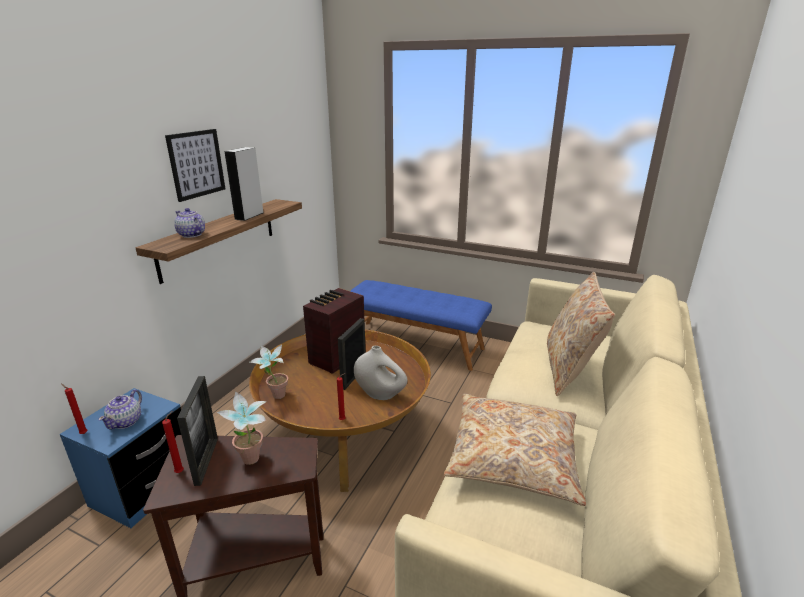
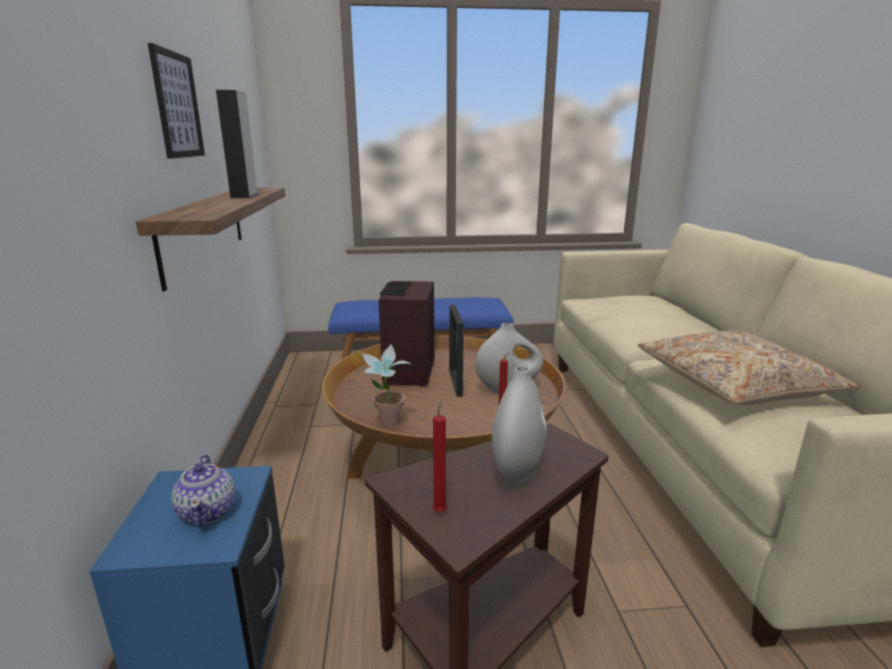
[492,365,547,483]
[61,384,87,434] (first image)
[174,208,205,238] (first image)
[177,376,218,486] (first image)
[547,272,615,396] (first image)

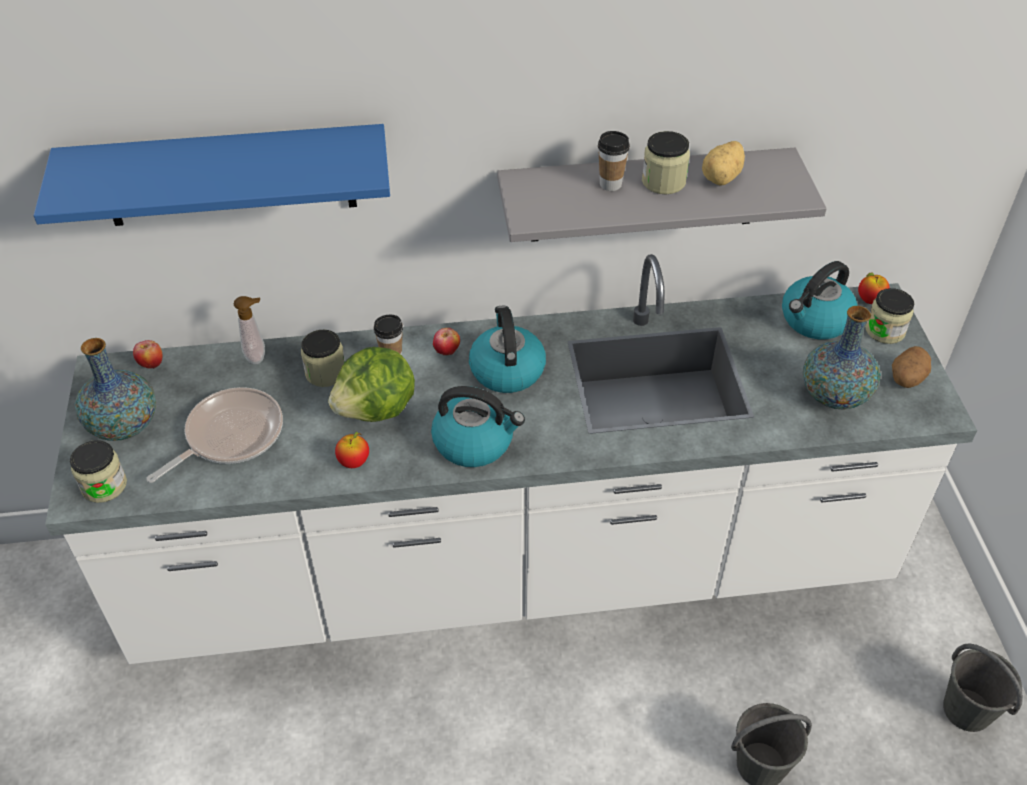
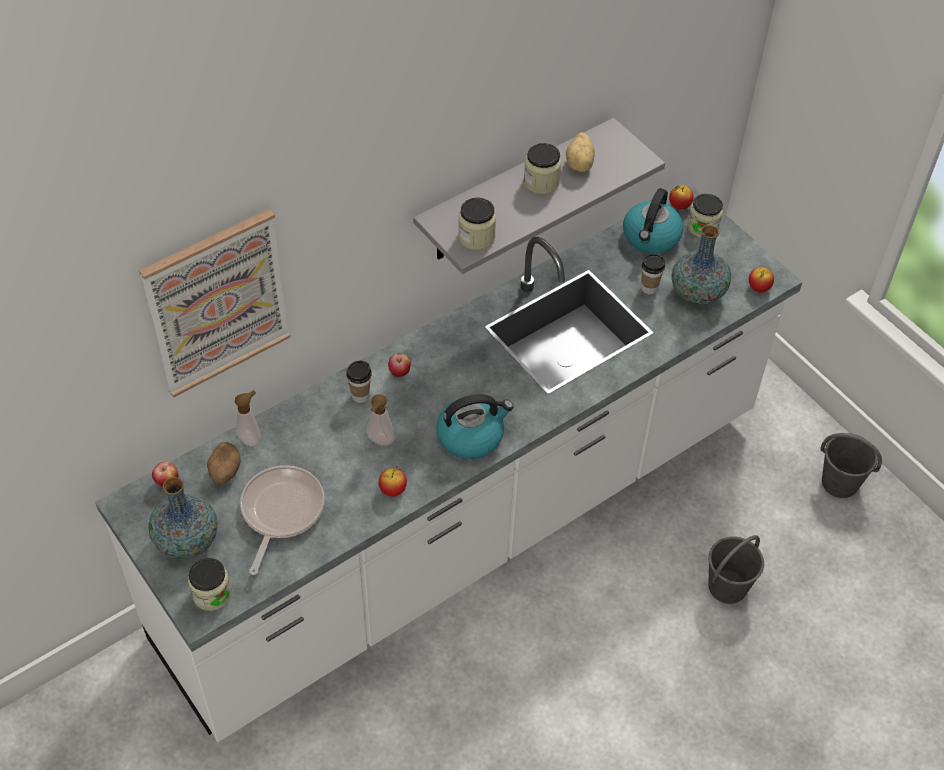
[139,209,290,398]
[207,442,241,484]
[366,394,396,446]
[458,197,496,250]
[641,254,665,294]
[749,267,774,293]
[469,306,546,393] (first image)

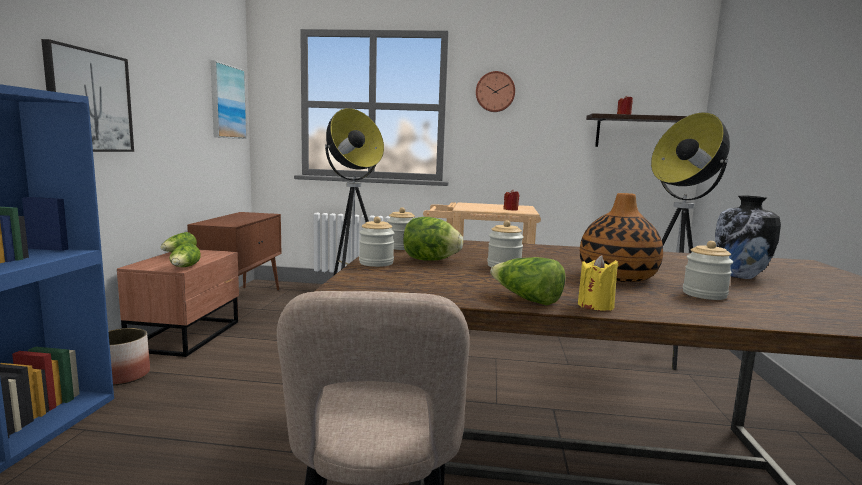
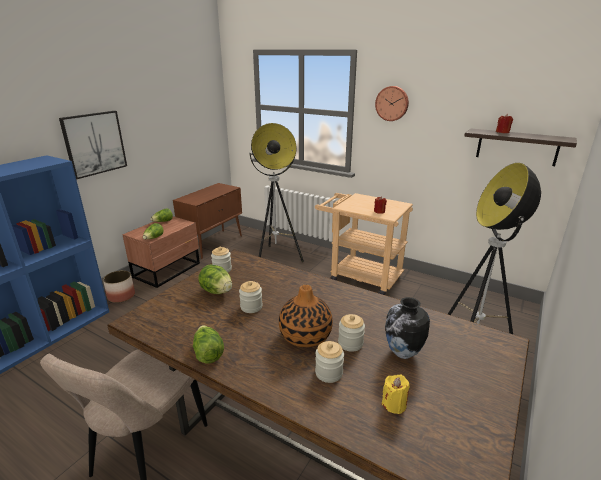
[338,314,365,352]
[382,375,410,414]
[211,60,247,139] (first image)

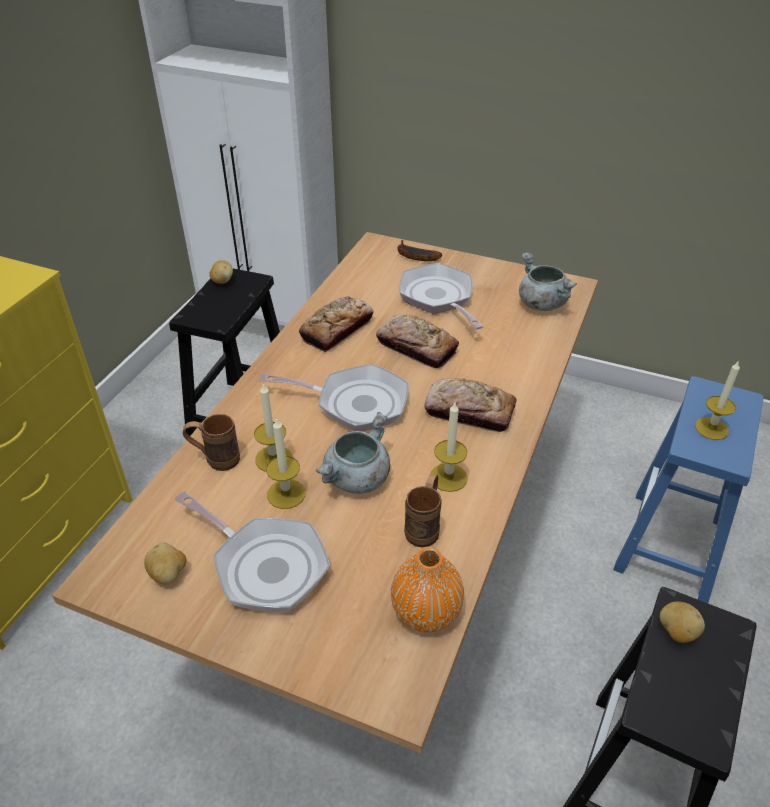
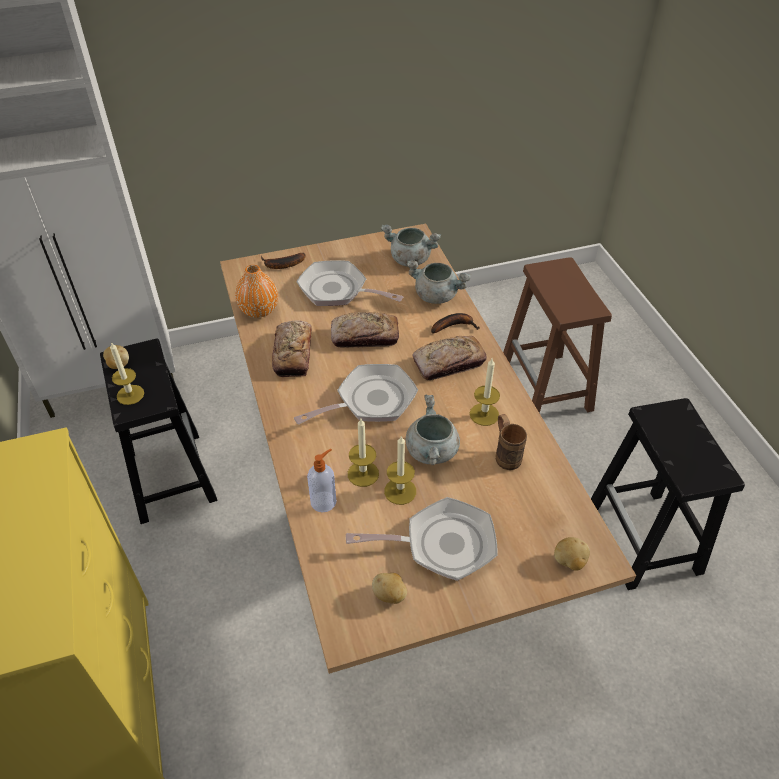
[110,342,144,405]
[235,265,278,318]
[307,449,337,513]
[407,260,471,304]
[431,313,479,333]
[503,257,612,413]
[554,537,590,571]

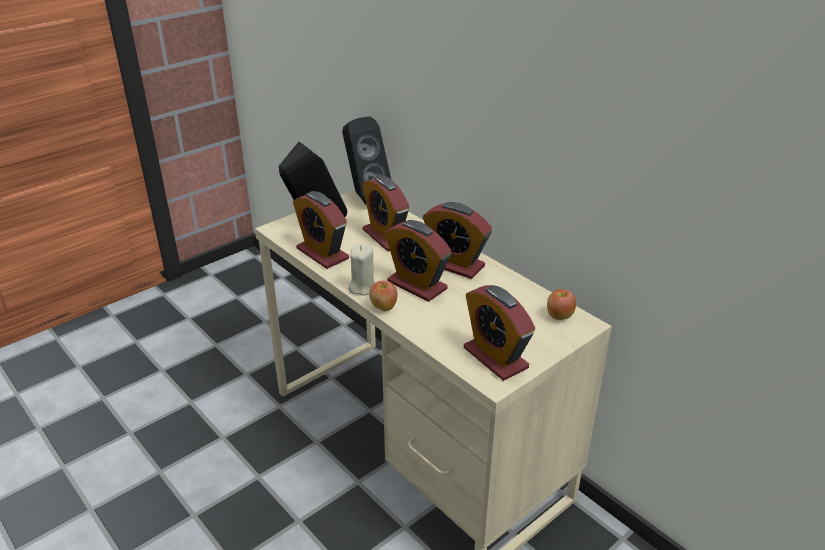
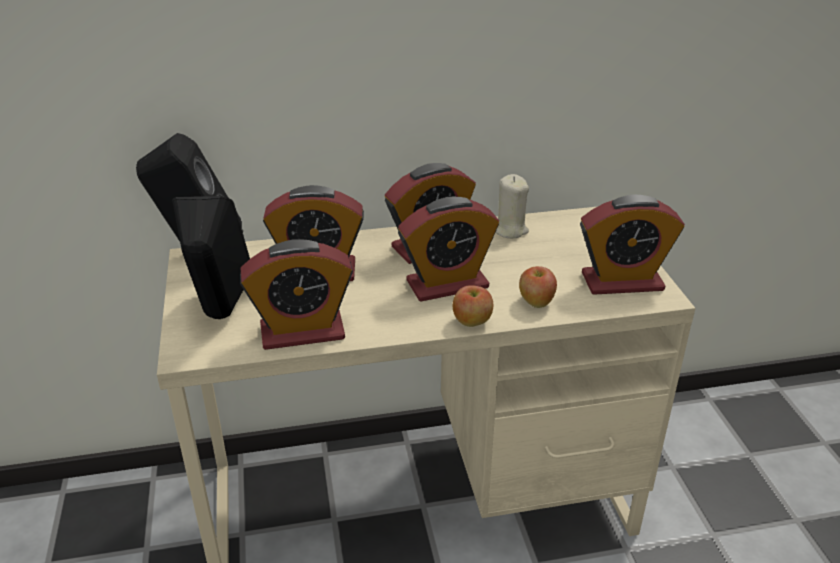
[496,174,529,238]
[519,266,557,308]

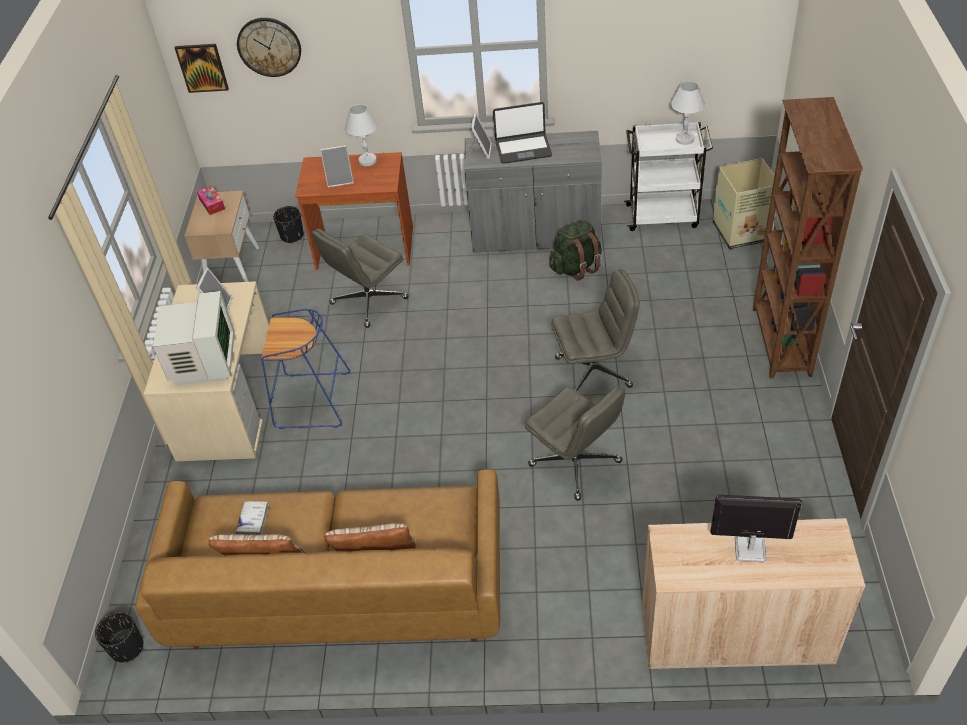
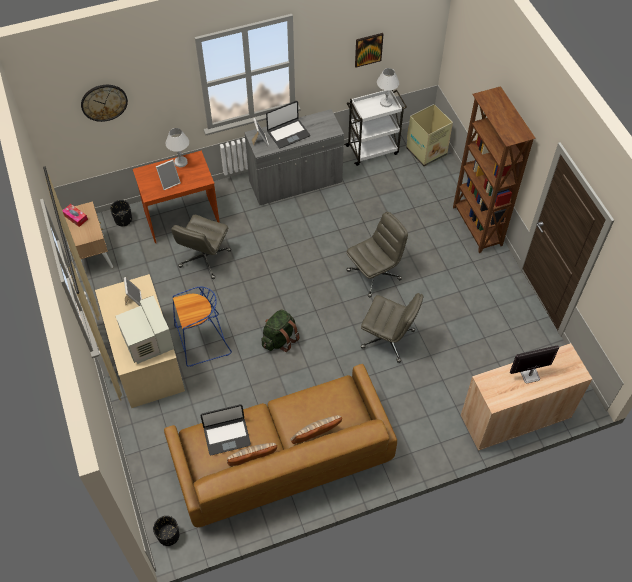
[200,404,251,455]
[261,309,300,352]
[355,33,383,67]

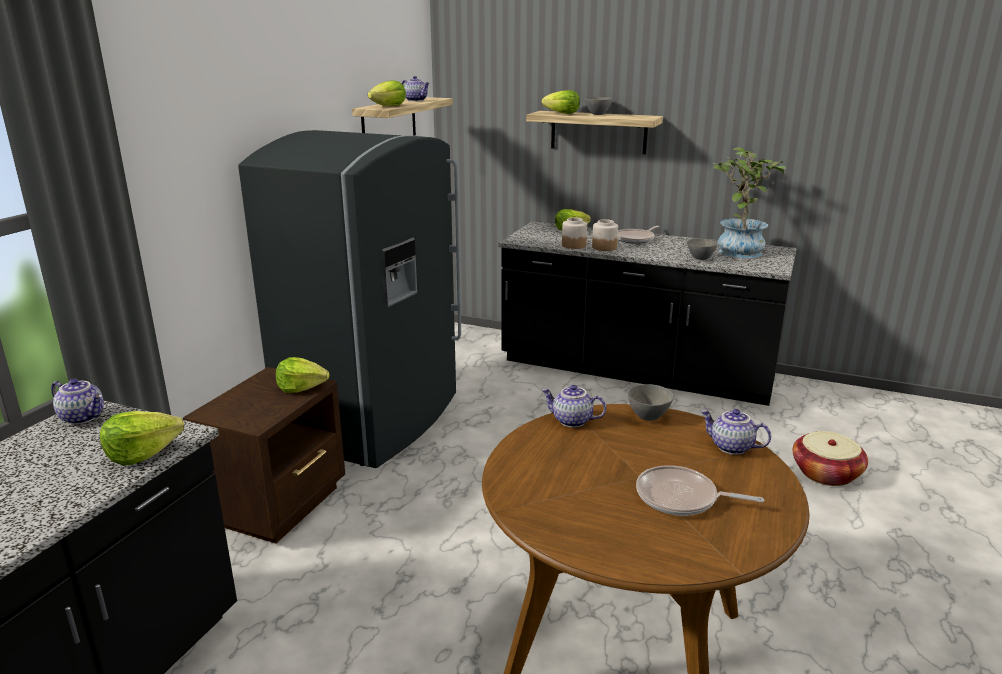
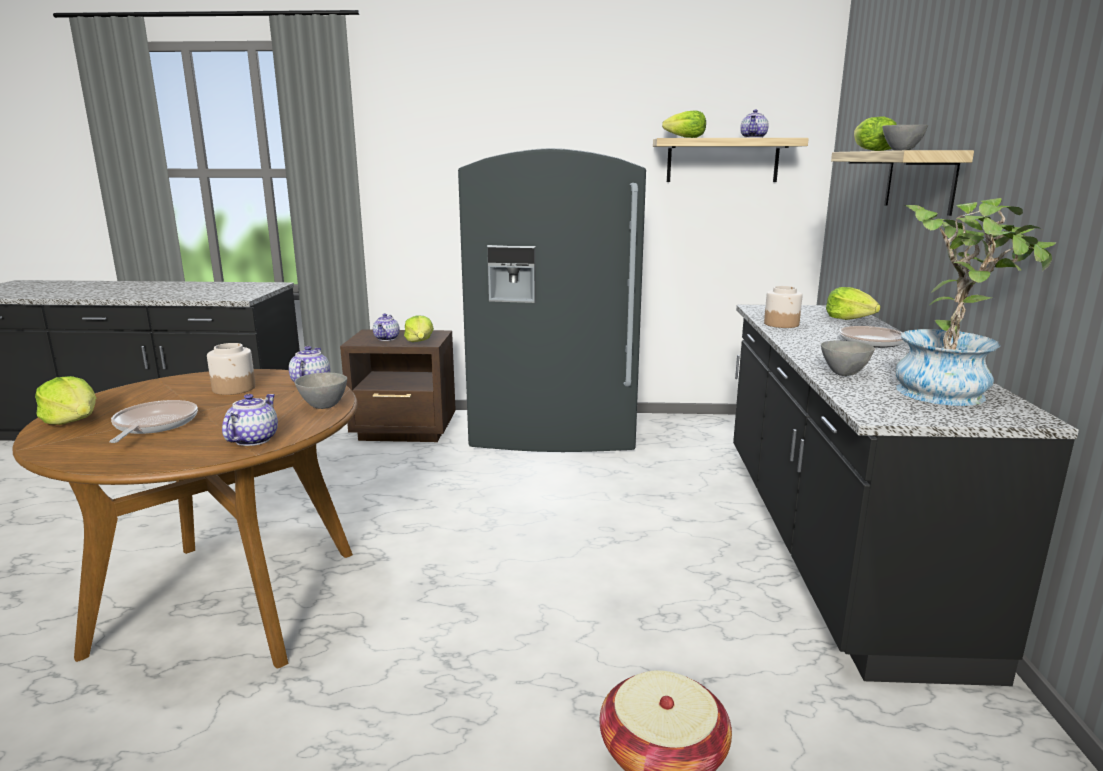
[35,376,96,425]
[207,343,256,395]
[373,314,400,341]

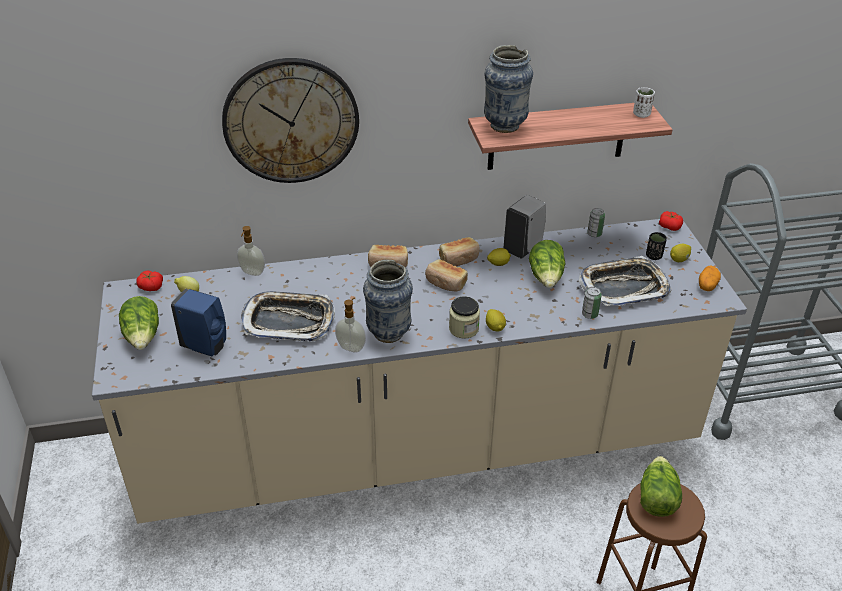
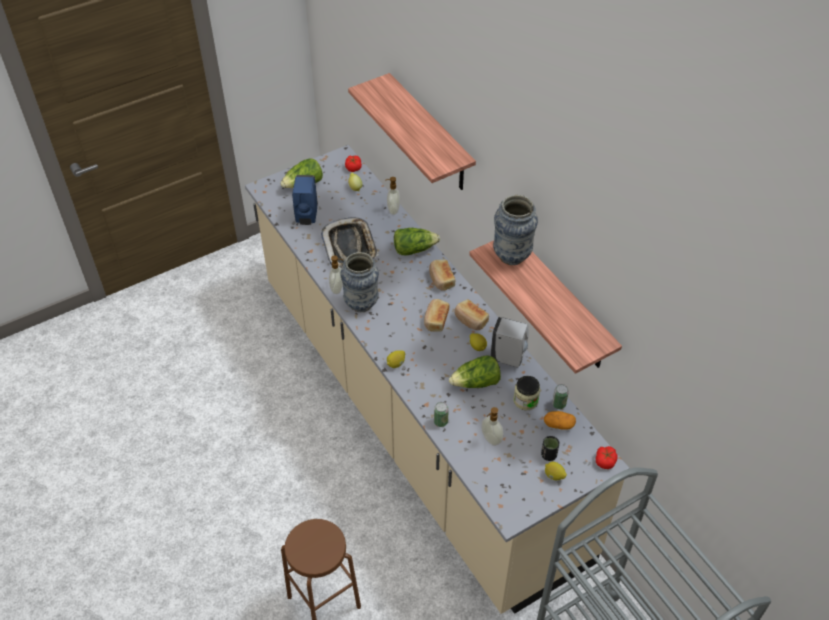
[348,73,476,190]
[394,228,440,256]
[481,407,504,446]
[513,376,540,410]
[544,411,576,430]
[633,87,655,118] (first image)

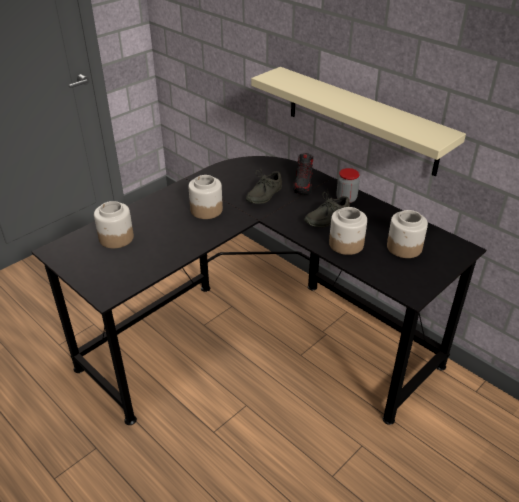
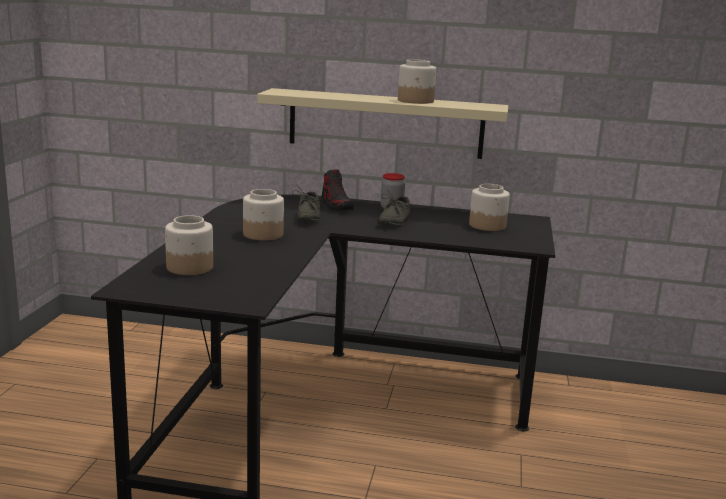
[398,59,436,104]

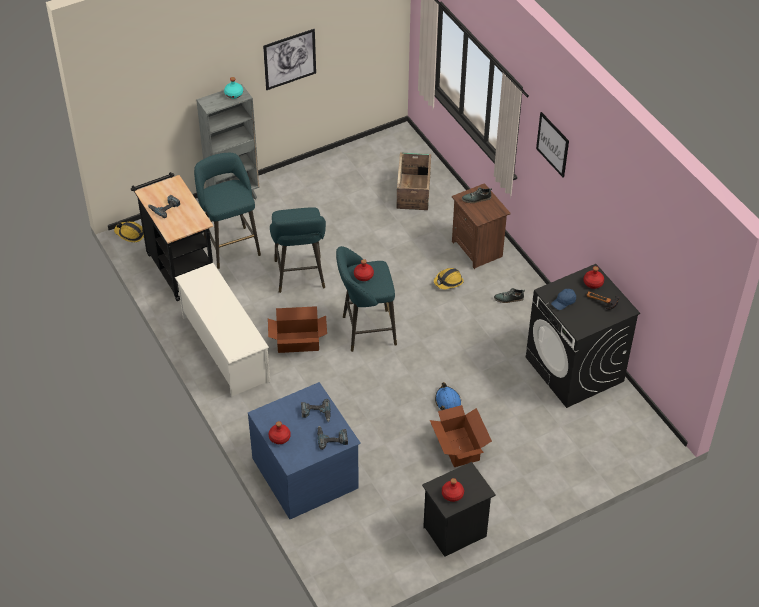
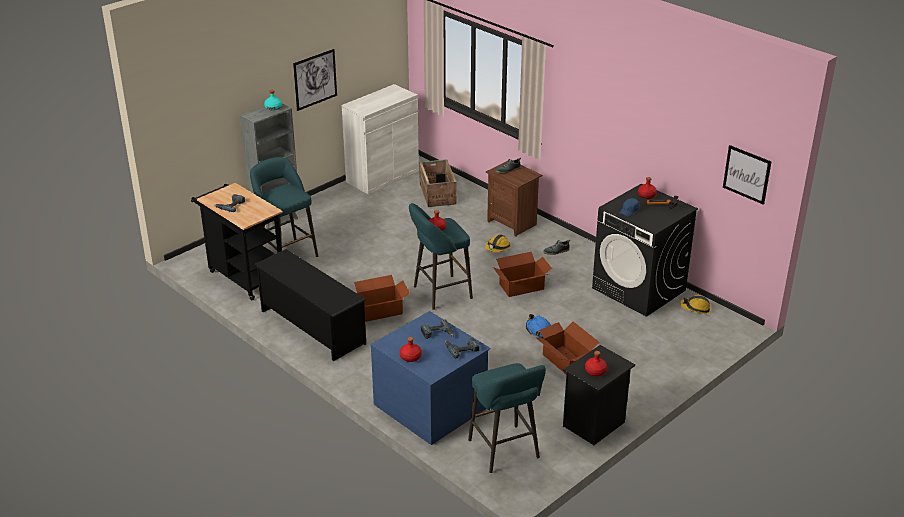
[254,249,366,361]
[342,84,419,195]
[468,363,546,473]
[493,252,552,297]
[680,295,711,314]
[723,145,771,205]

